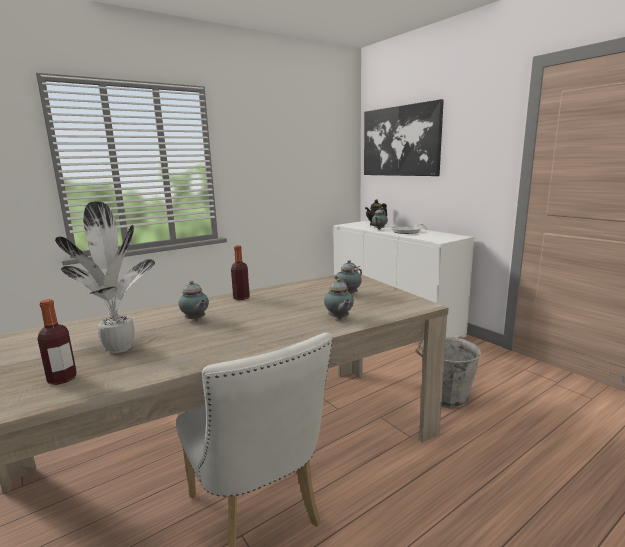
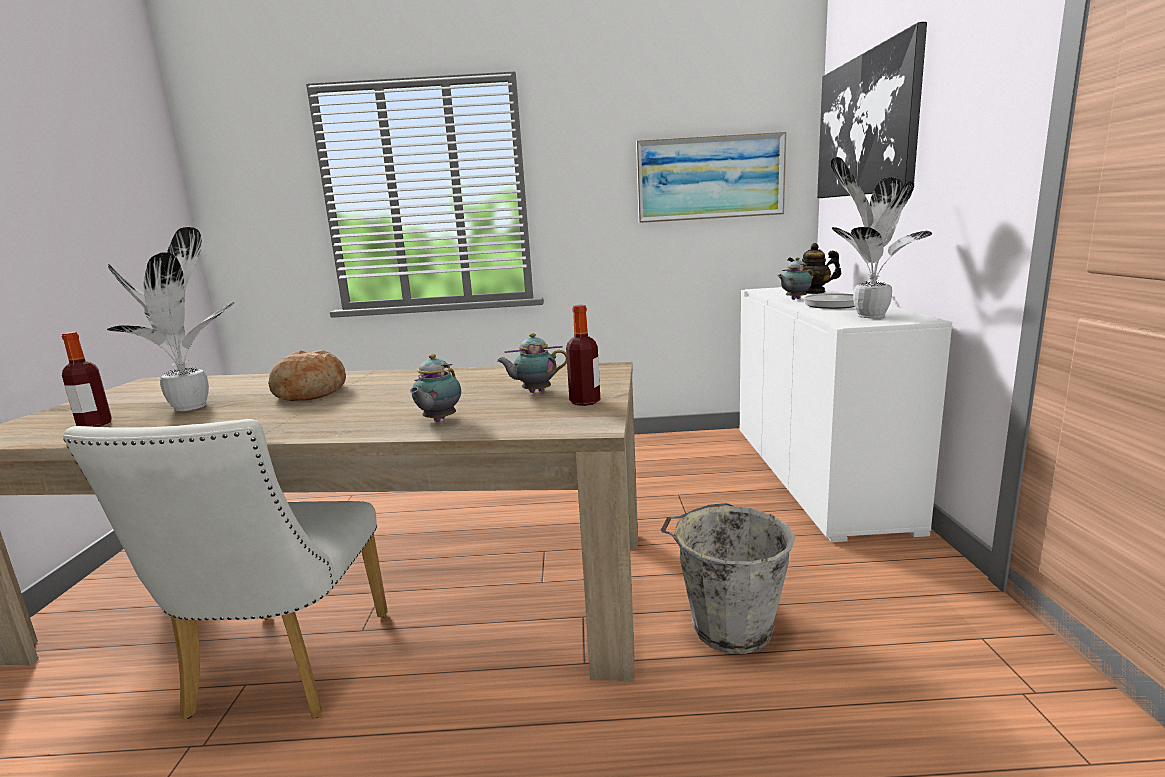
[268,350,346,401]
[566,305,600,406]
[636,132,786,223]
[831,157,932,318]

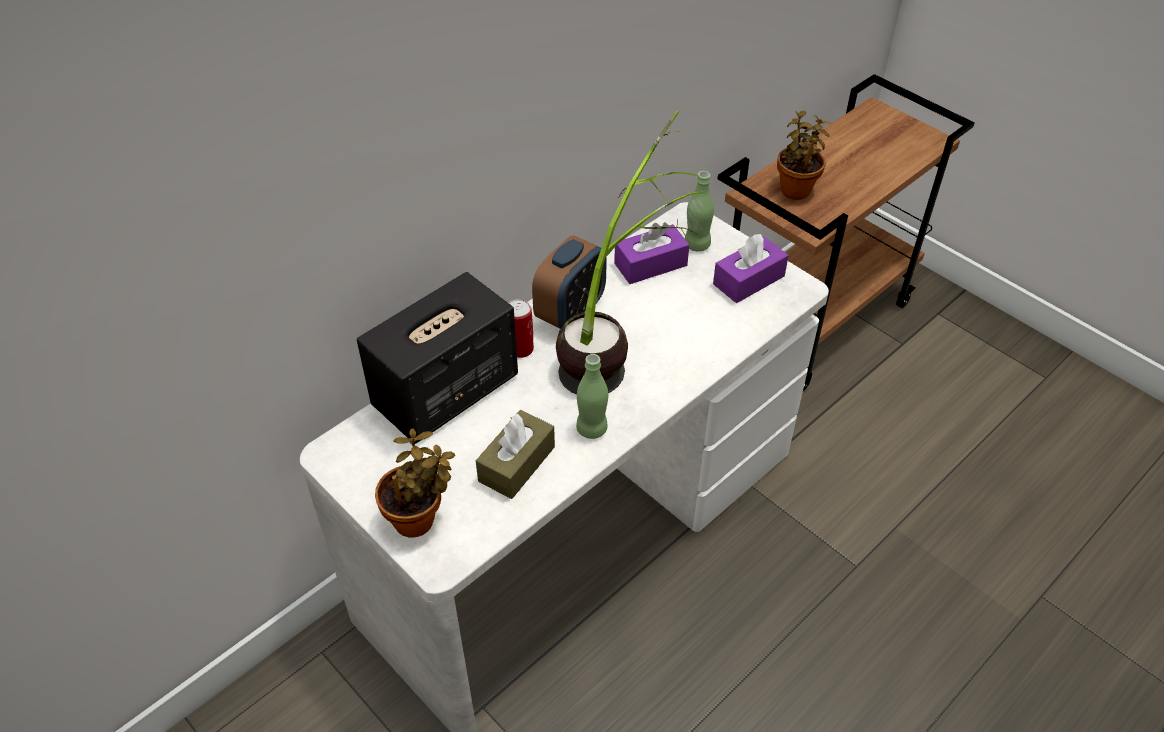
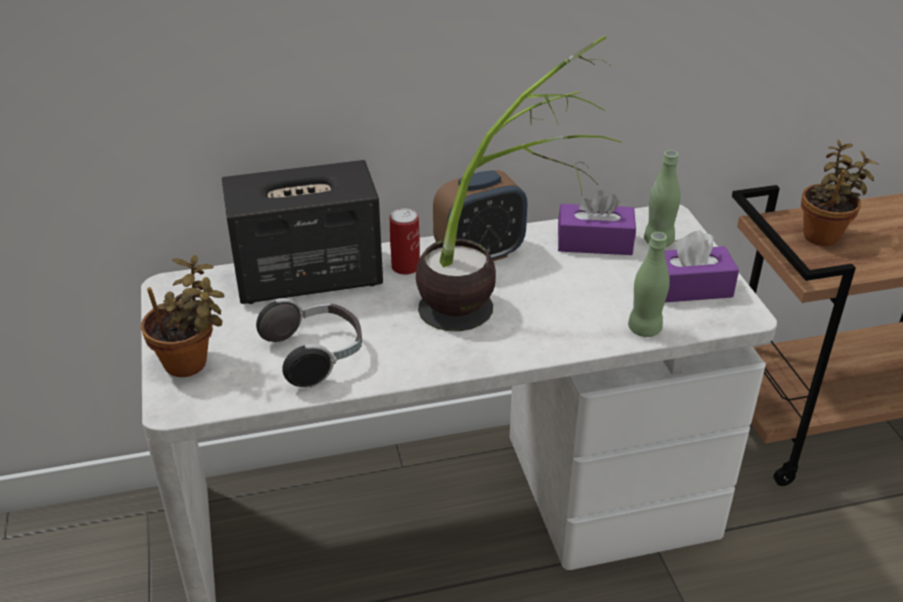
[256,298,362,387]
[628,232,670,337]

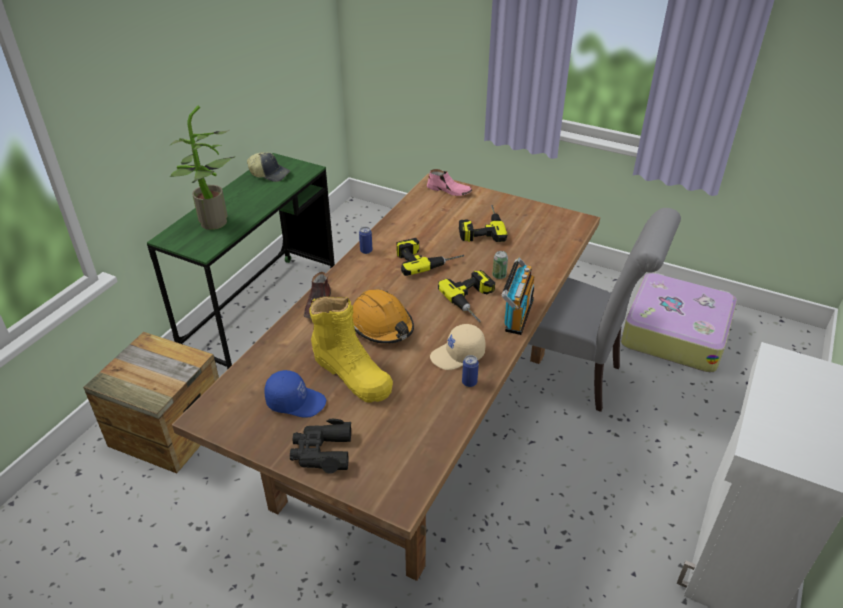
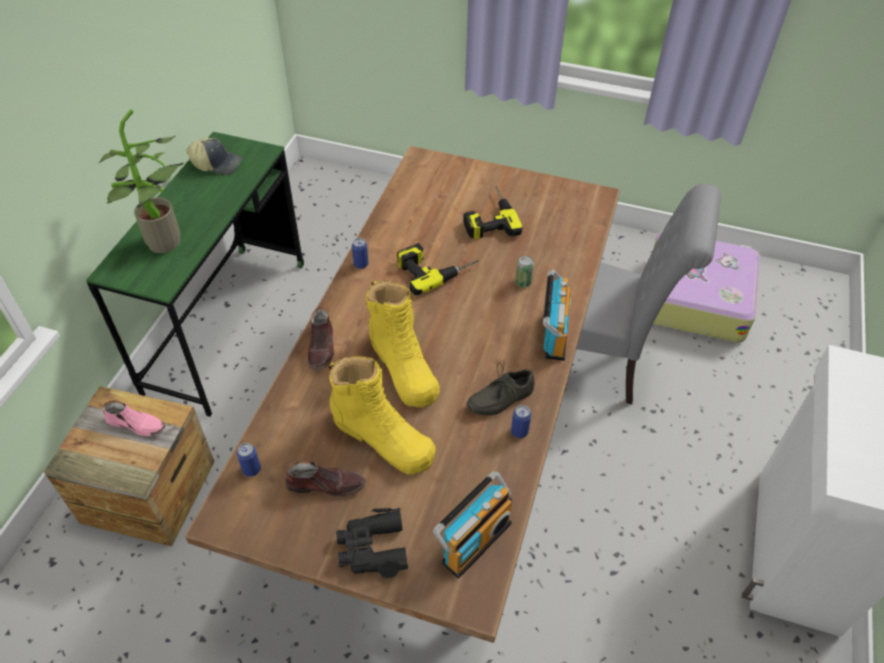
[103,400,166,436]
[237,443,261,477]
[285,460,366,496]
[366,281,440,408]
[433,471,512,578]
[467,362,534,416]
[438,270,495,322] (first image)

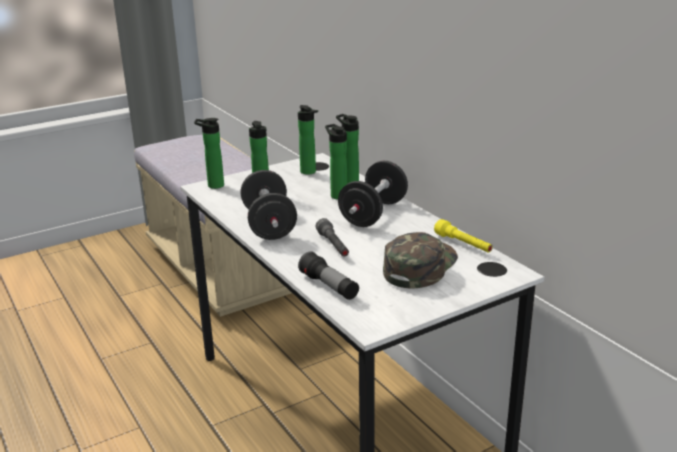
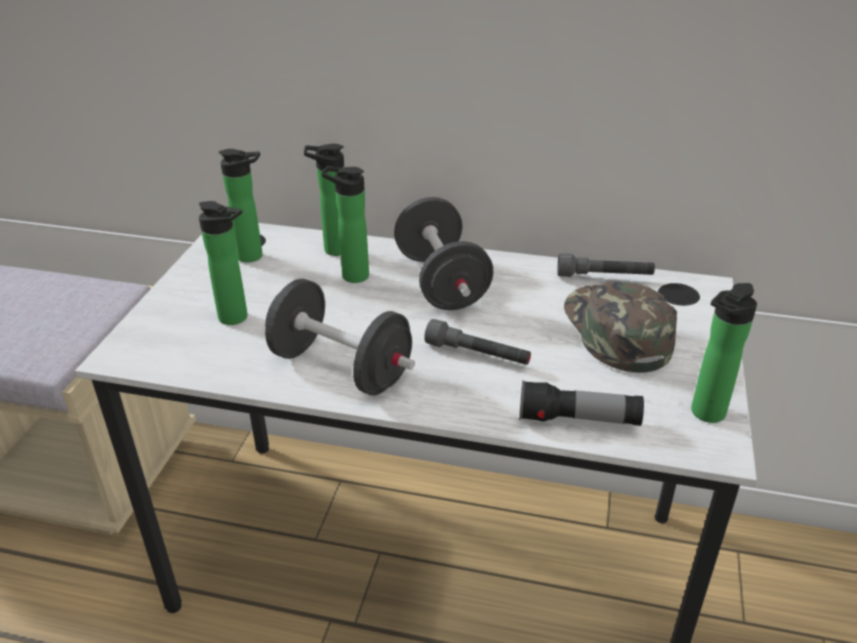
[557,253,655,277]
[691,283,757,423]

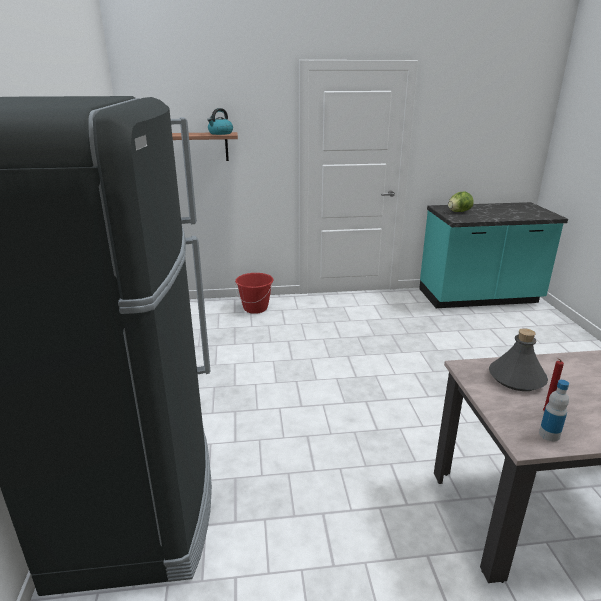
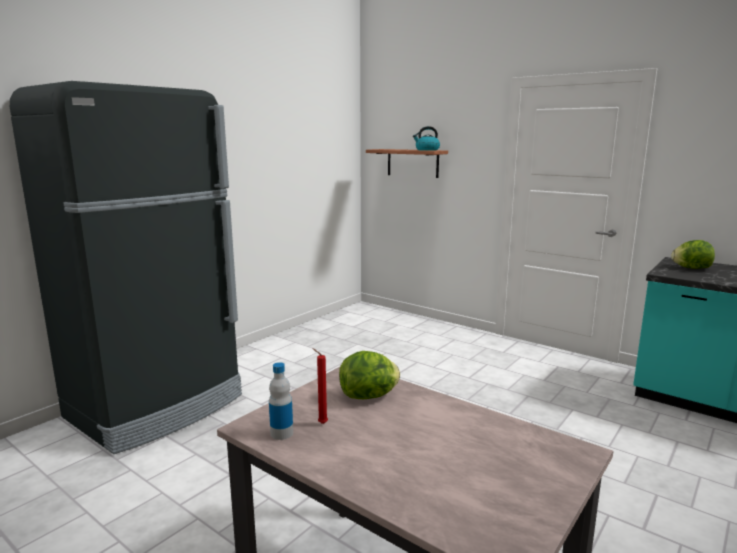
[339,351,400,399]
[235,273,274,314] (first image)

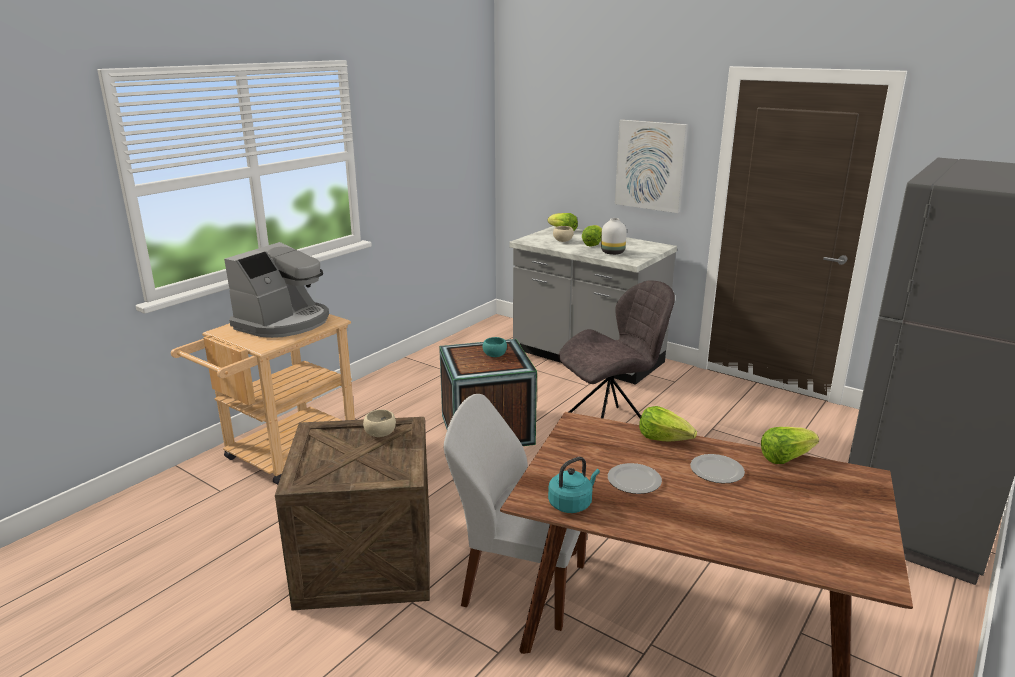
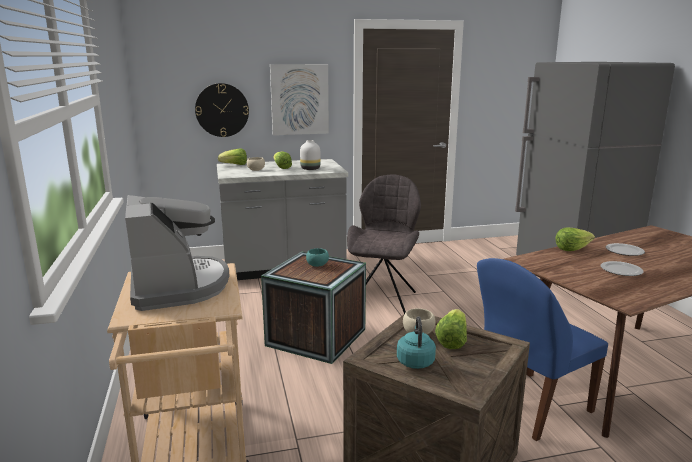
[195,83,249,137]
[397,316,436,369]
[435,309,467,349]
[477,258,608,441]

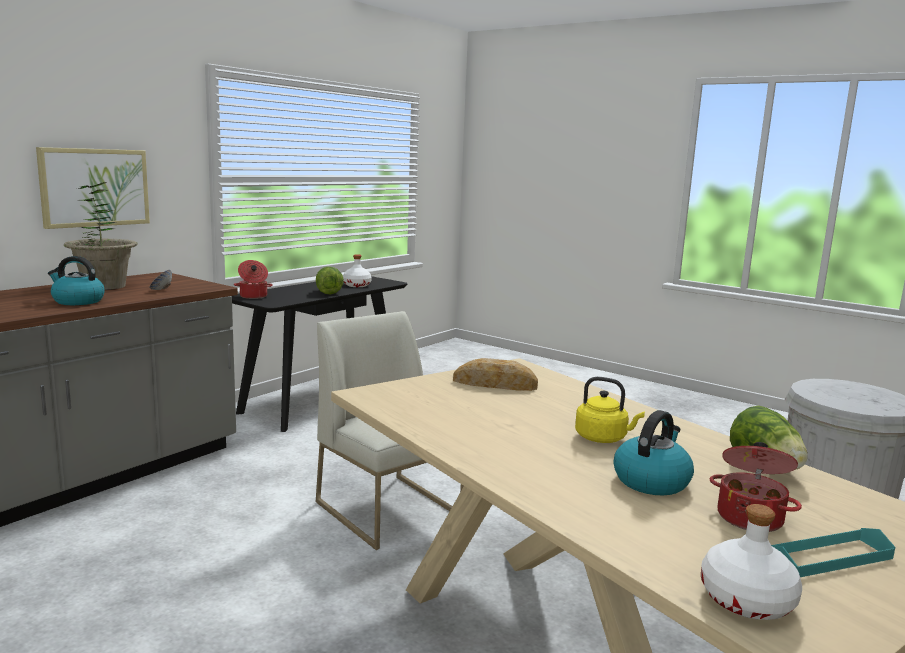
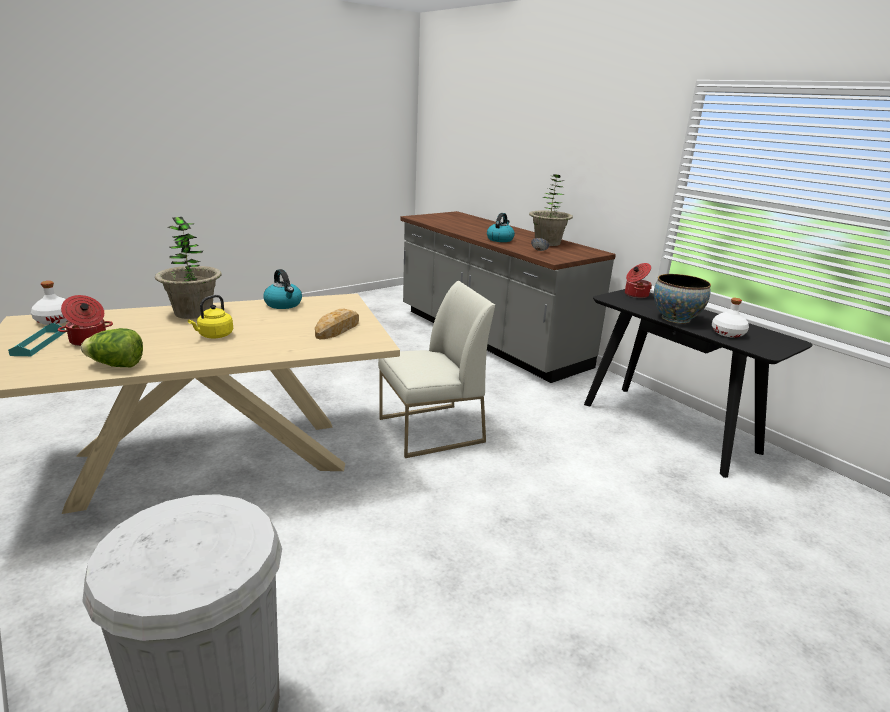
[155,217,222,319]
[263,269,302,309]
[654,274,711,324]
[36,147,150,229] (first image)

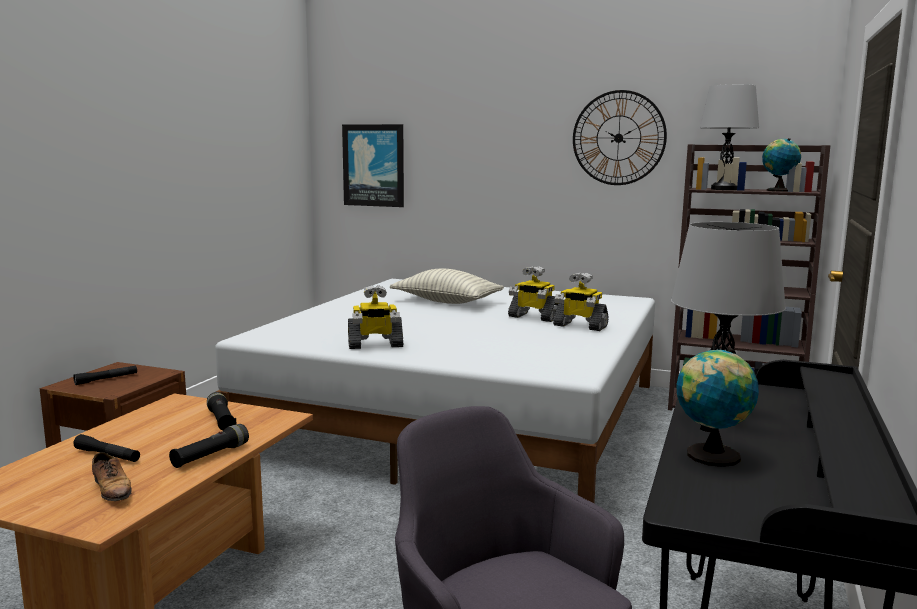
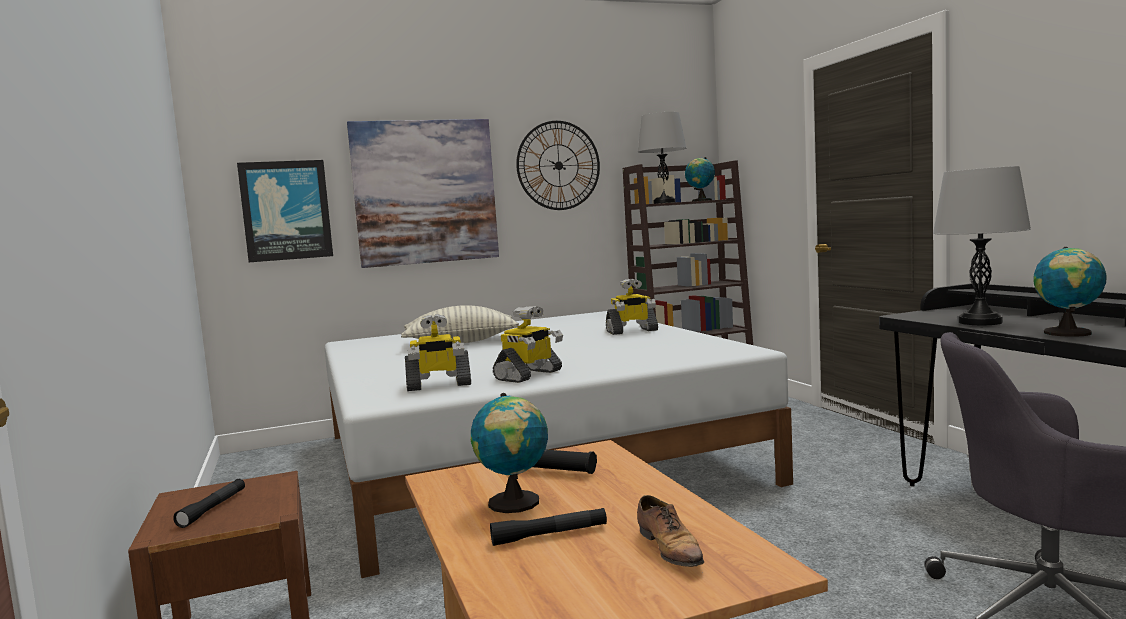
[347,119,499,268]
[405,314,471,391]
[471,393,548,513]
[637,495,704,573]
[169,424,249,468] (first image)

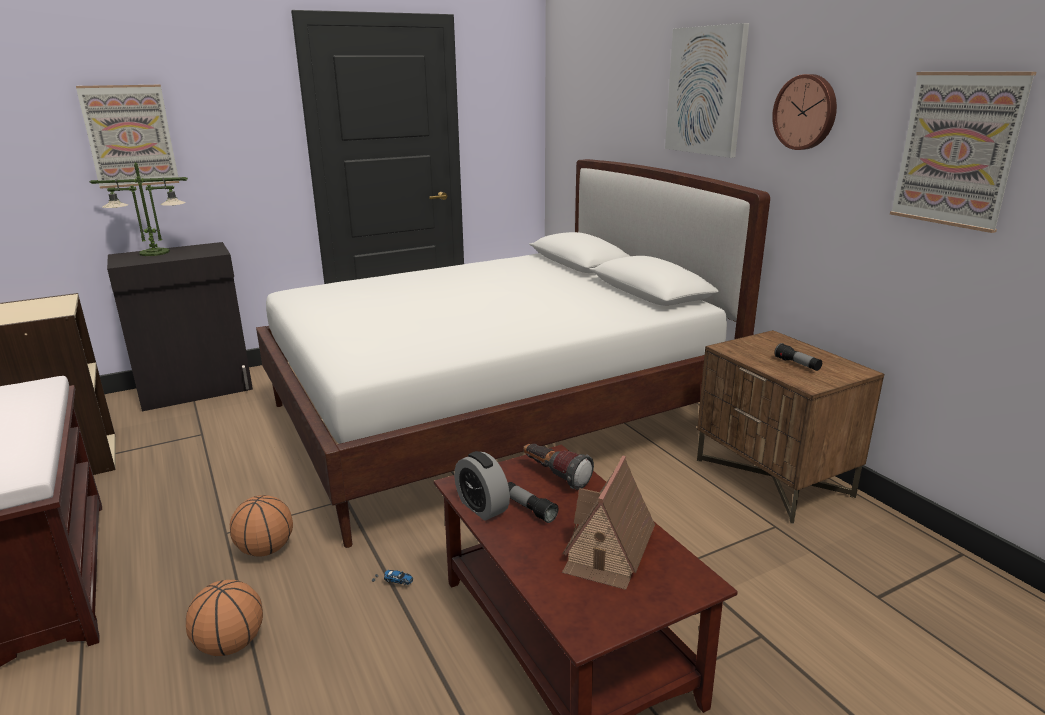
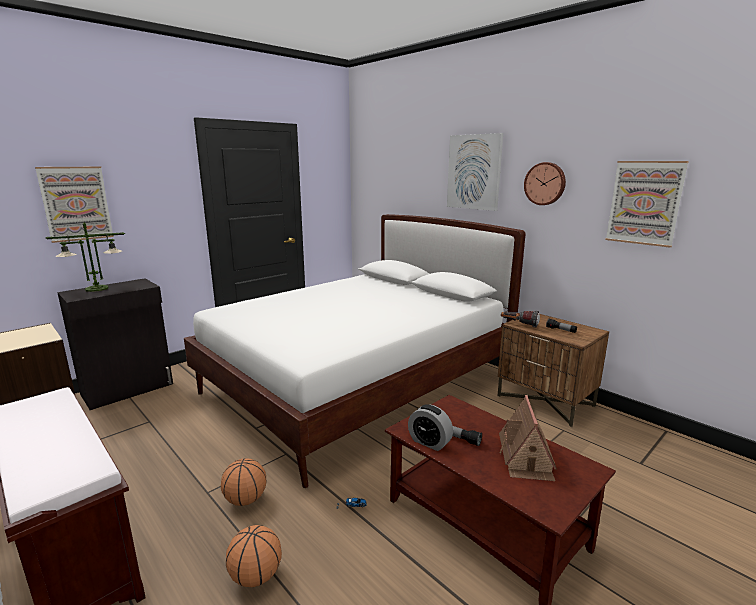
[501,311,540,328]

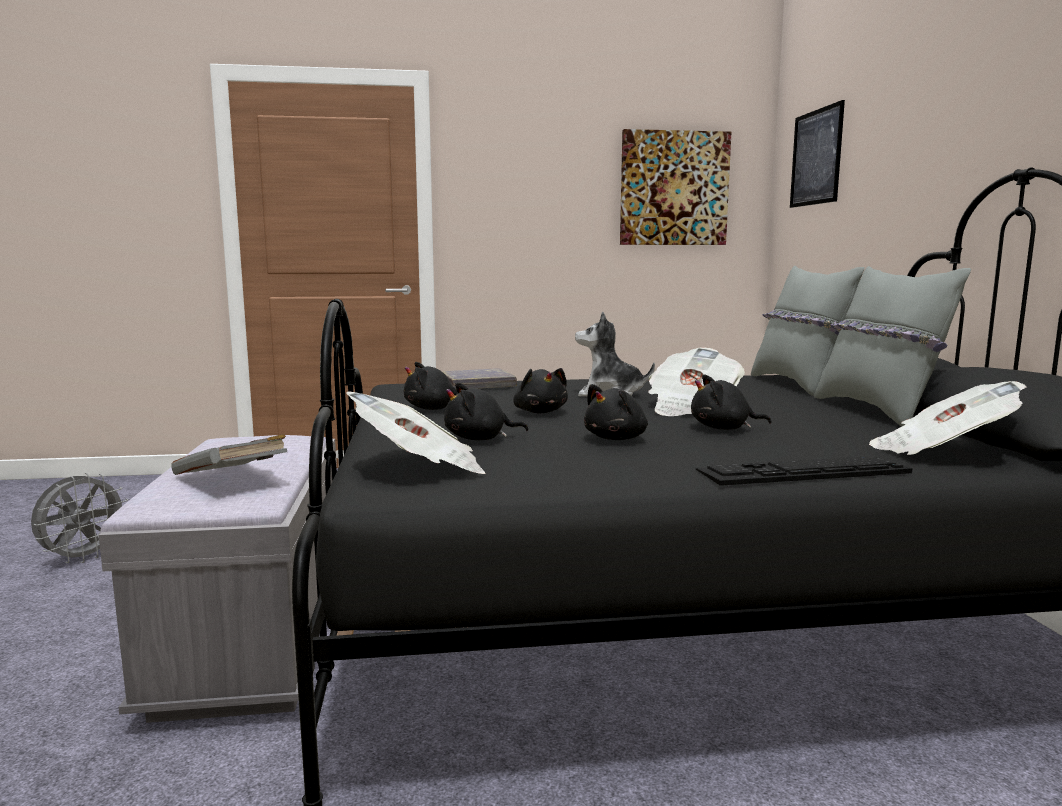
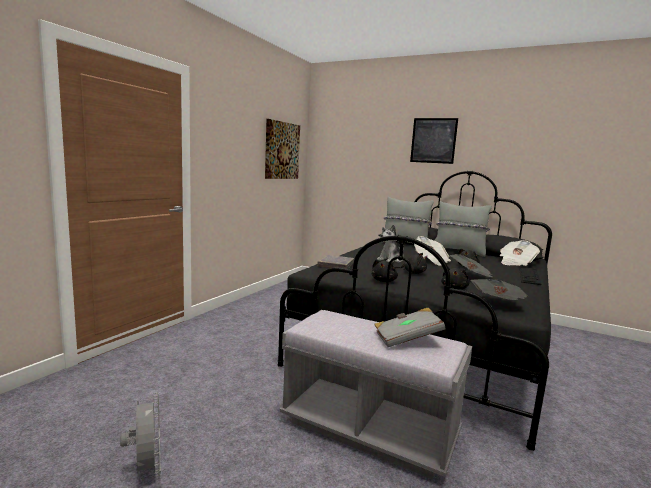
[410,118,458,164]
[450,254,492,277]

